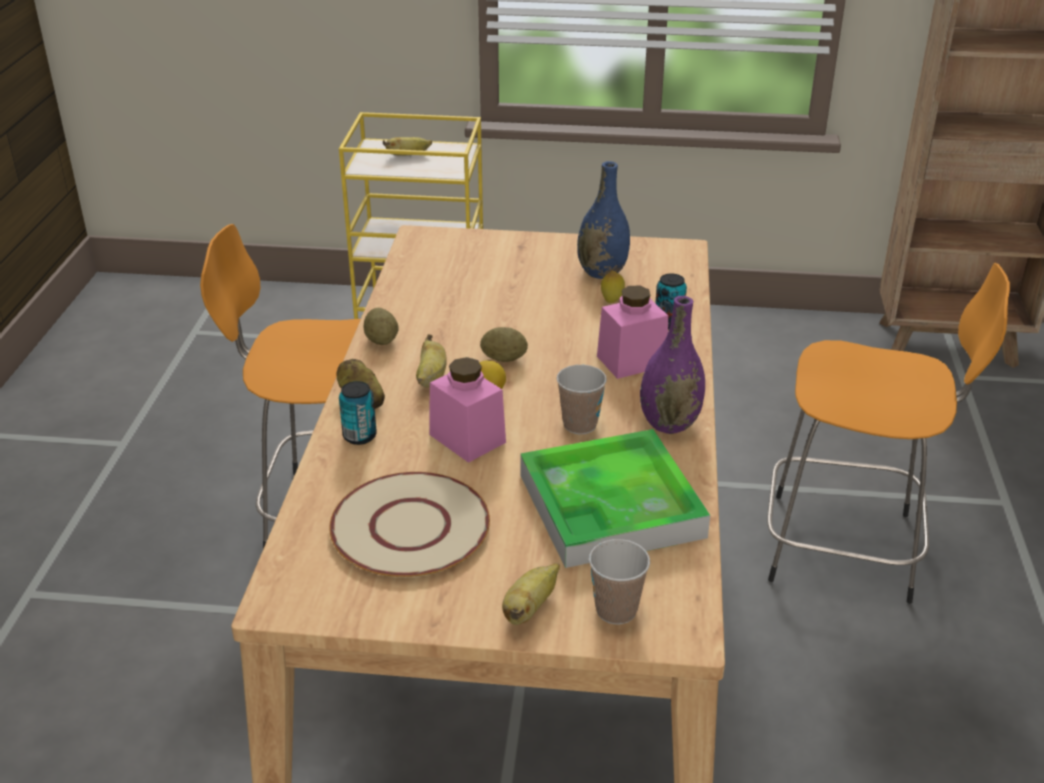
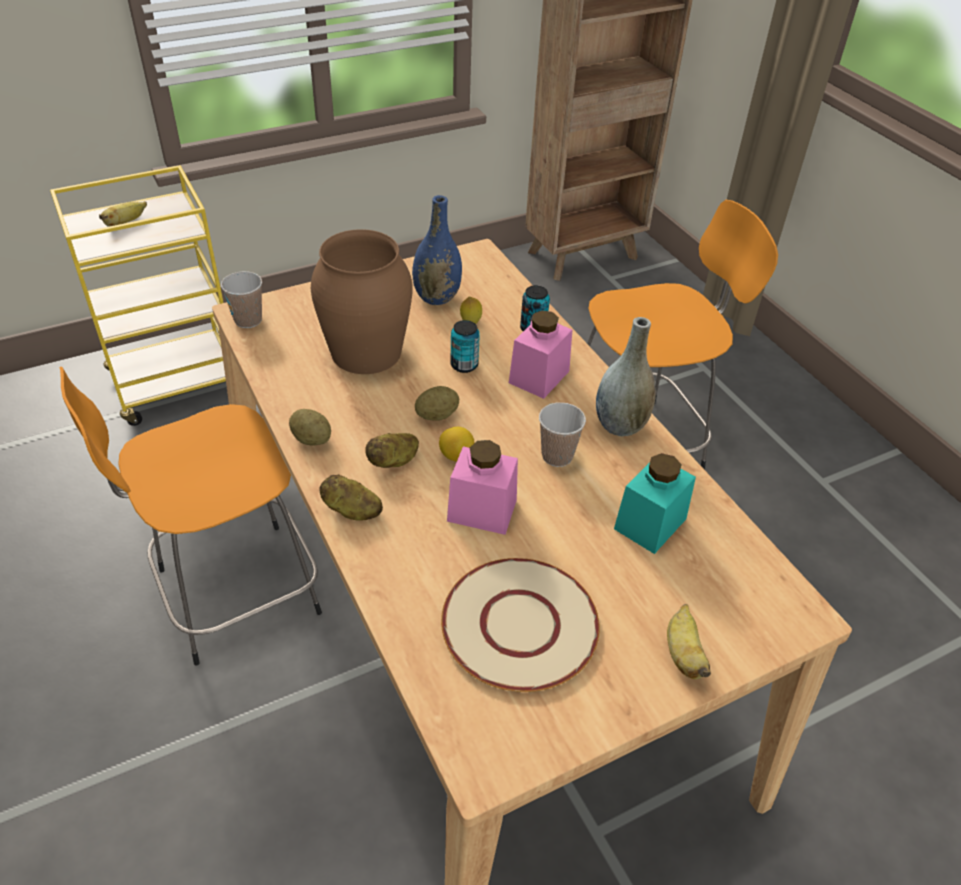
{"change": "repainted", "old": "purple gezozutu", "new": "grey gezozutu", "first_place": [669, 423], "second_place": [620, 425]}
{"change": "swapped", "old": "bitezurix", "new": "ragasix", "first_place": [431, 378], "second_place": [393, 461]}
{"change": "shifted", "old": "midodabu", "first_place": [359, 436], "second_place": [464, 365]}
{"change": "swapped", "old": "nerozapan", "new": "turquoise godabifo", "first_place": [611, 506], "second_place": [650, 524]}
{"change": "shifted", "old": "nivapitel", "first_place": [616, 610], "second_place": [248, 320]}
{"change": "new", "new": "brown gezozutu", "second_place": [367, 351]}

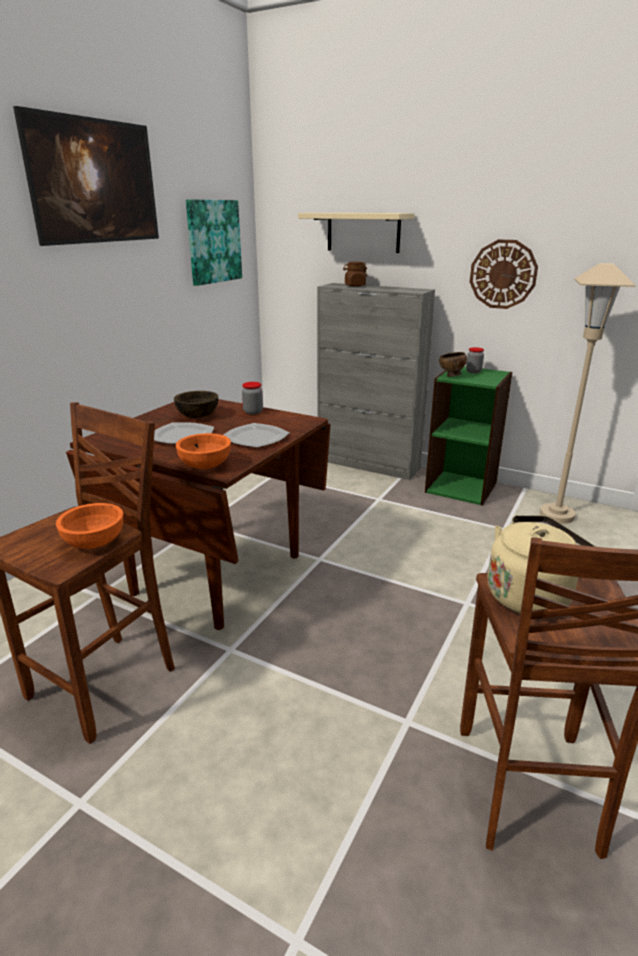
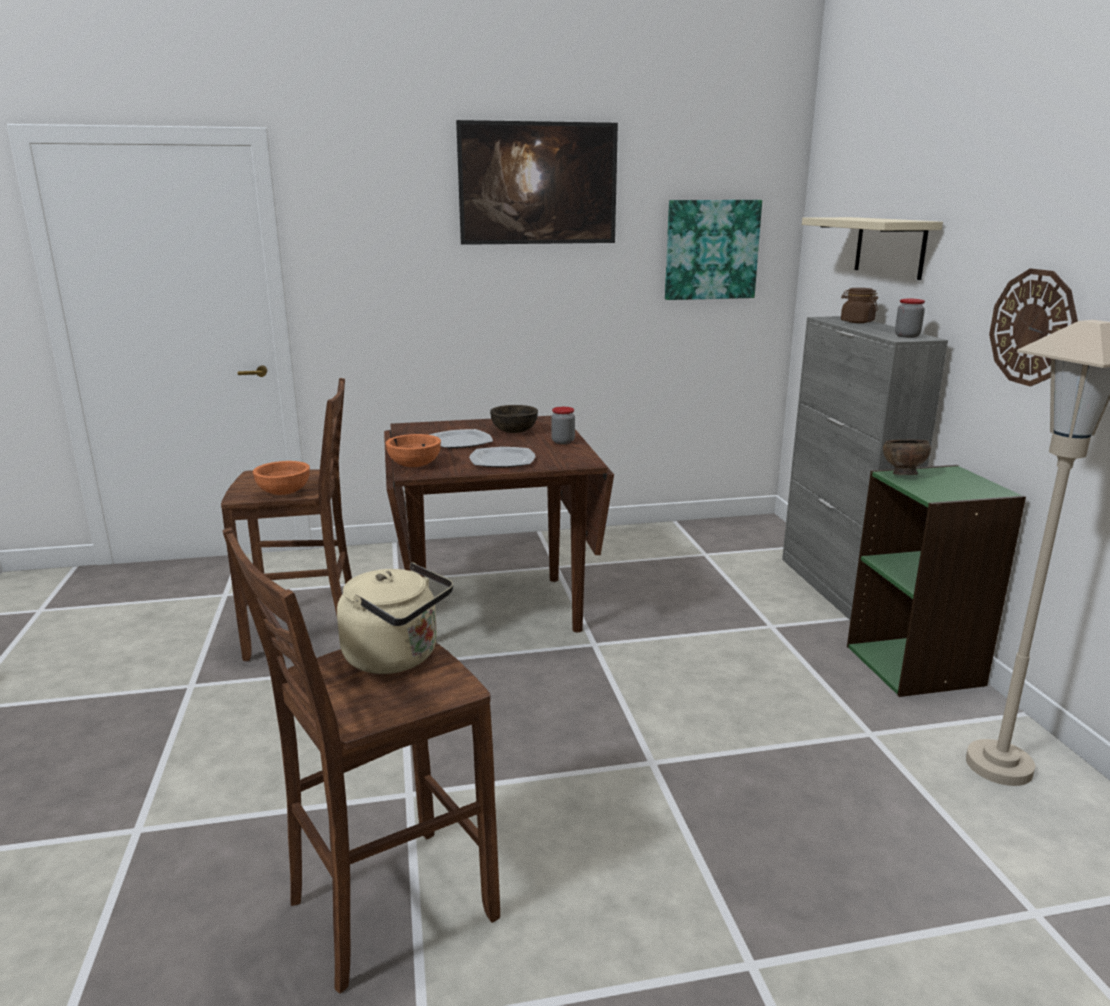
{"change": "shifted", "old": "godabifo", "first_place": [473, 371], "second_place": [907, 336]}

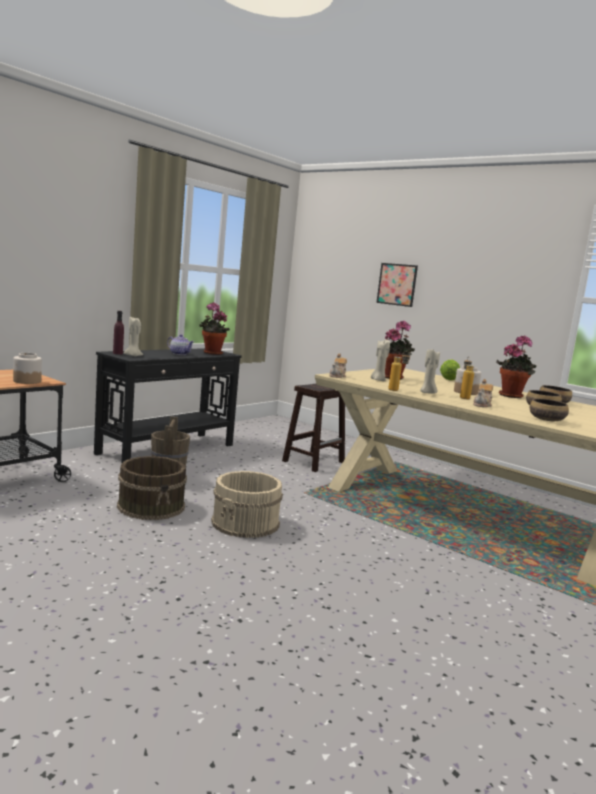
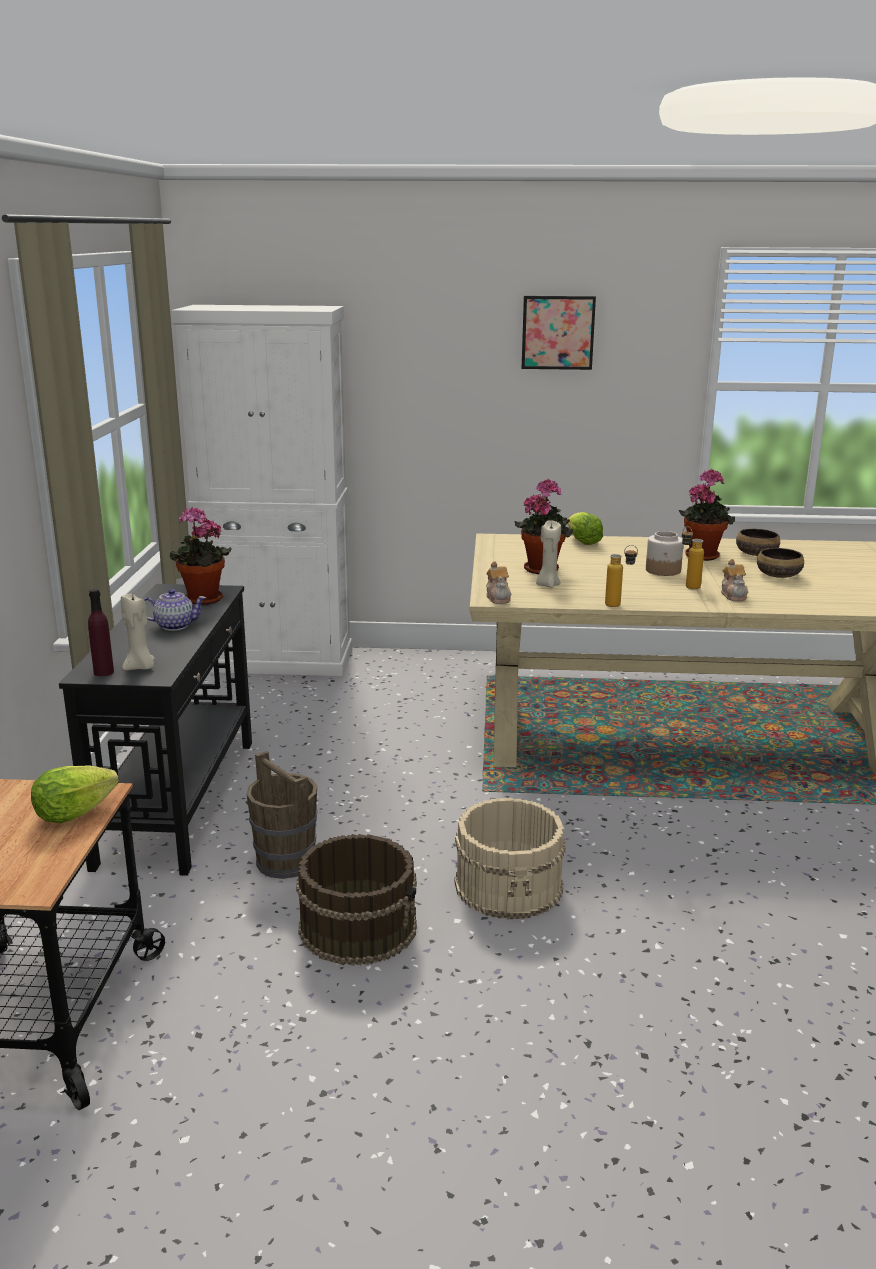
{"change": "shifted", "old": "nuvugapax", "first_place": [397, 284], "second_place": [558, 332]}
{"change": "gone", "old": "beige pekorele", "first_place": [427, 393]}
{"change": "swapped", "old": "godabifo", "new": "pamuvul", "first_place": [27, 381], "second_place": [73, 813]}
{"change": "gone", "old": "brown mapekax", "first_place": [314, 461]}
{"change": "gone", "old": "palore", "first_place": [547, 420]}
{"change": "new", "new": "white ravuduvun", "second_place": [279, 660]}

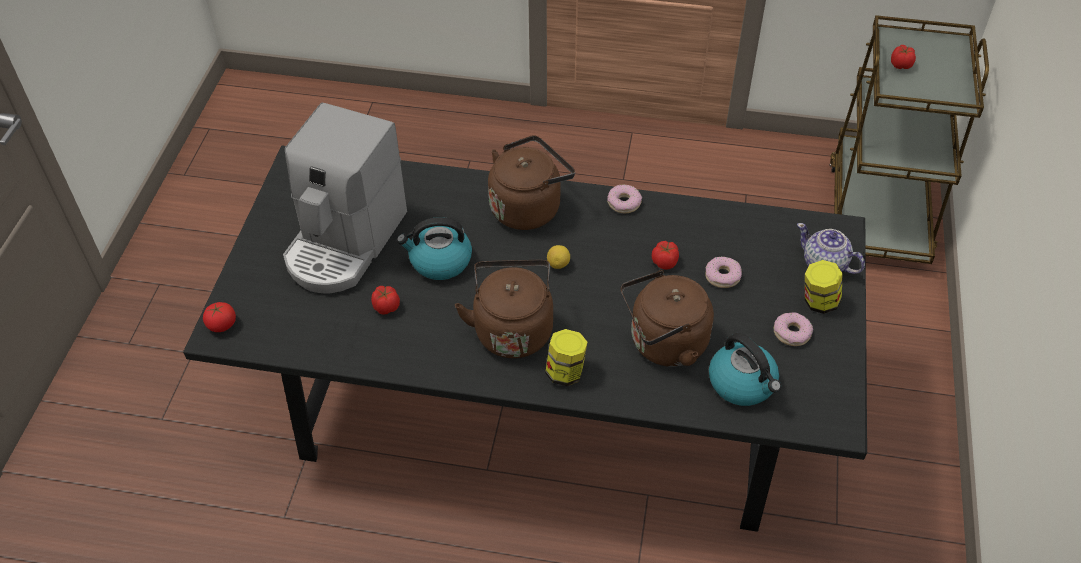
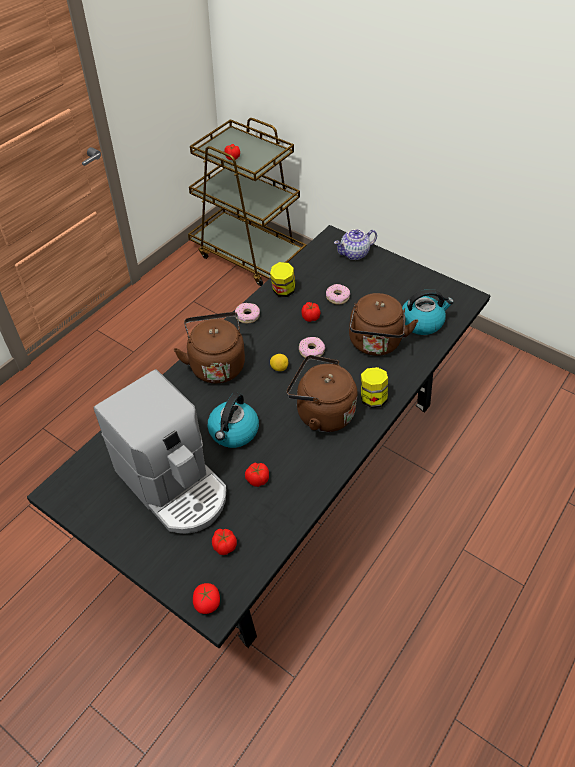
{"change": "shifted", "old": "godabifo", "first_place": [818, 302], "second_place": [283, 291]}
{"change": "shifted", "old": "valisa", "first_place": [791, 333], "second_place": [311, 351]}
{"change": "new", "new": "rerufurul", "second_place": [224, 545]}

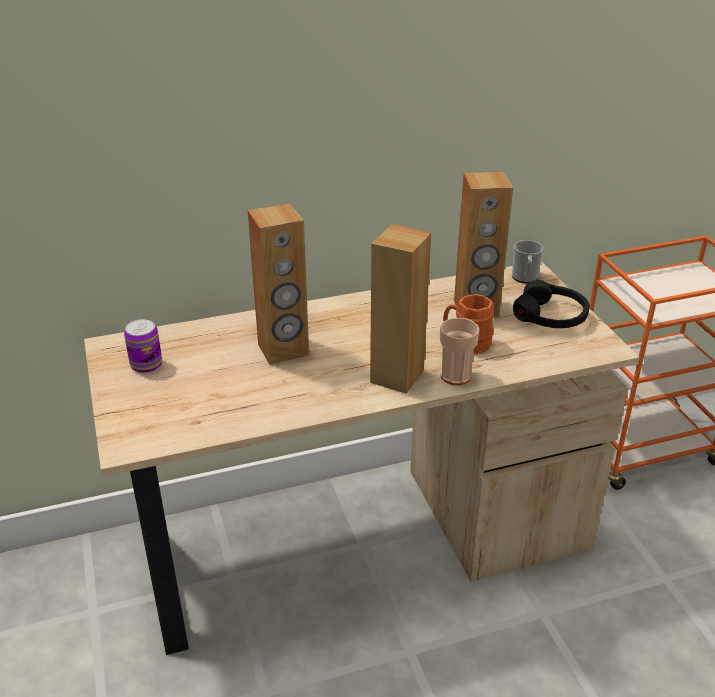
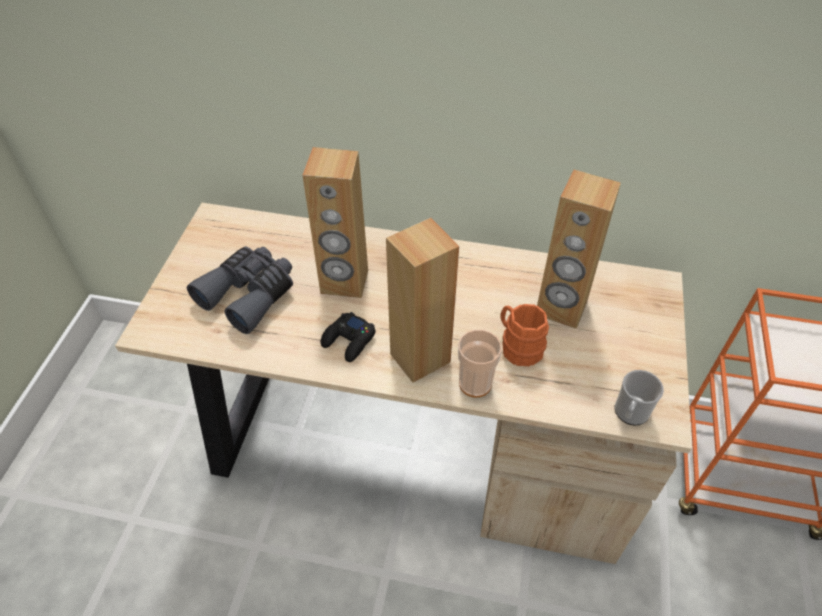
{"change": "shifted", "old": "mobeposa", "first_place": [525, 278], "second_place": [630, 414]}
{"change": "gone", "old": "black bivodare", "first_place": [551, 316]}
{"change": "gone", "old": "midodabu", "first_place": [146, 365]}
{"change": "new", "new": "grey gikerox", "second_place": [250, 294]}
{"change": "new", "new": "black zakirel", "second_place": [349, 341]}

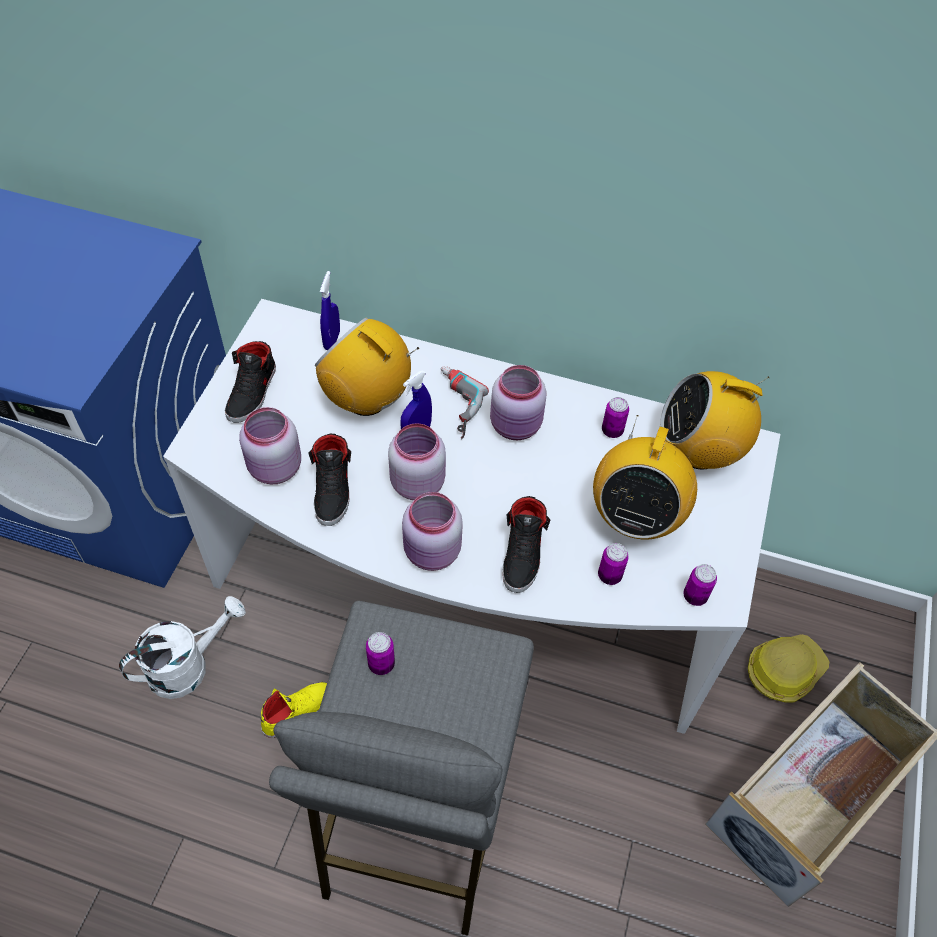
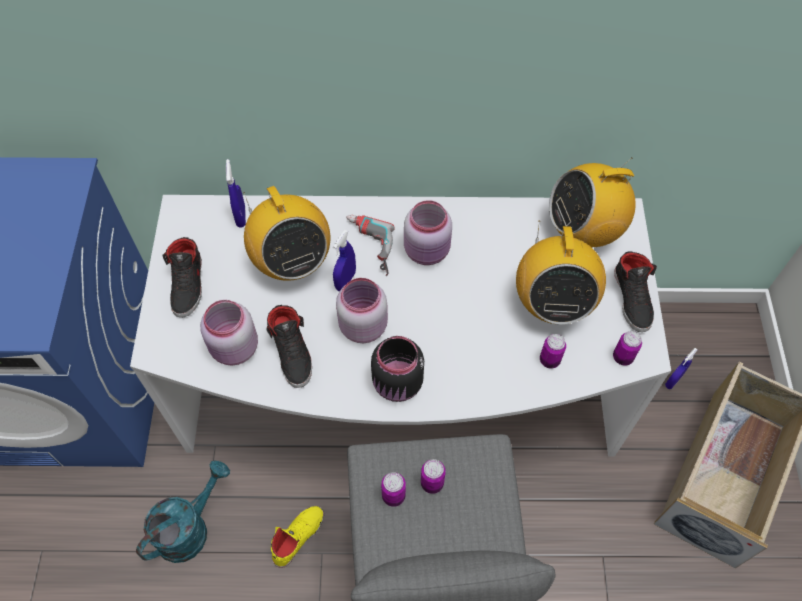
{"change": "rotated", "old": "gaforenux", "first_place": [367, 399], "second_place": [292, 262], "degrees": -135}
{"change": "shifted", "old": "midodabu", "first_place": [612, 431], "second_place": [432, 483]}
{"change": "repainted", "old": "pink godabifo", "new": "black godabifo", "first_place": [432, 553], "second_place": [398, 384]}
{"change": "shifted", "old": "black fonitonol", "first_place": [523, 553], "second_place": [632, 298]}
{"change": "repainted", "old": "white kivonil", "new": "turquoise kivonil", "first_place": [188, 665], "second_place": [190, 528]}
{"change": "swapped", "old": "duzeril", "new": "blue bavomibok", "first_place": [783, 670], "second_place": [673, 381]}

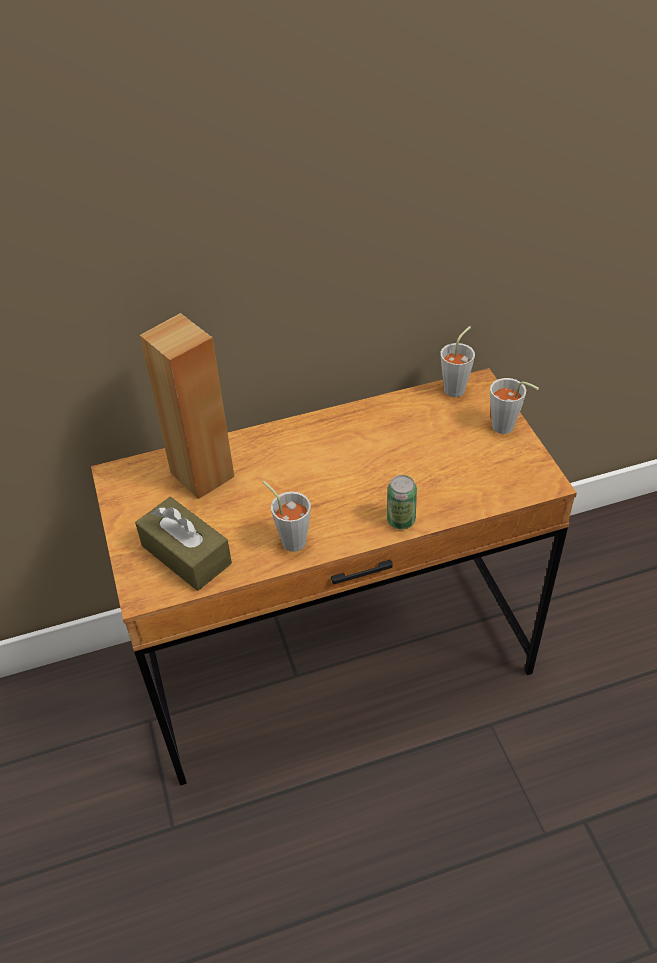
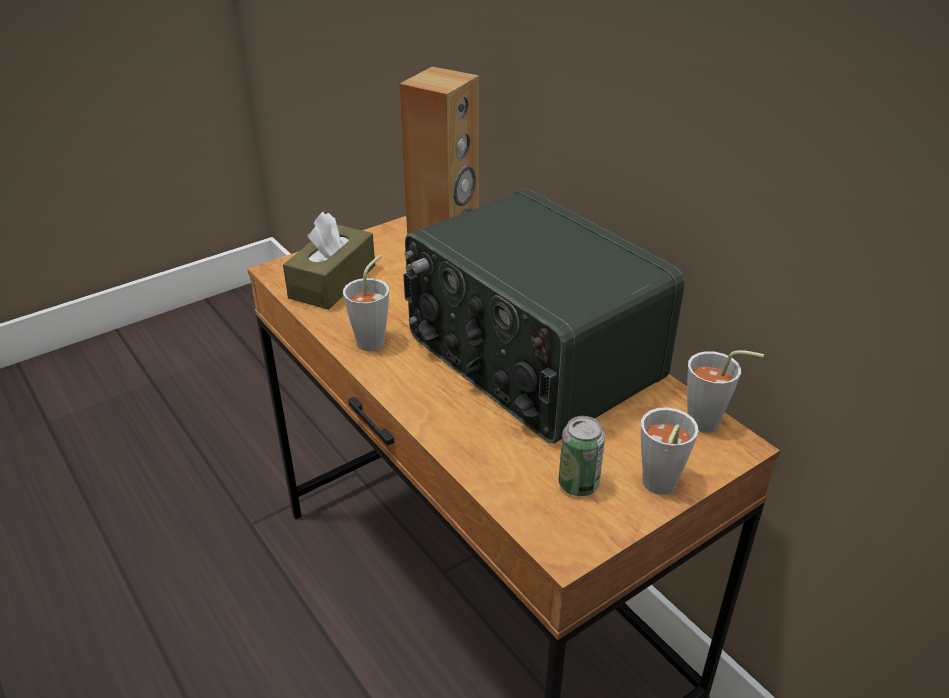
{"change": "shifted", "old": "midodabu", "first_place": [401, 520], "second_place": [578, 484]}
{"change": "new", "new": "gaforenux", "second_place": [531, 359]}

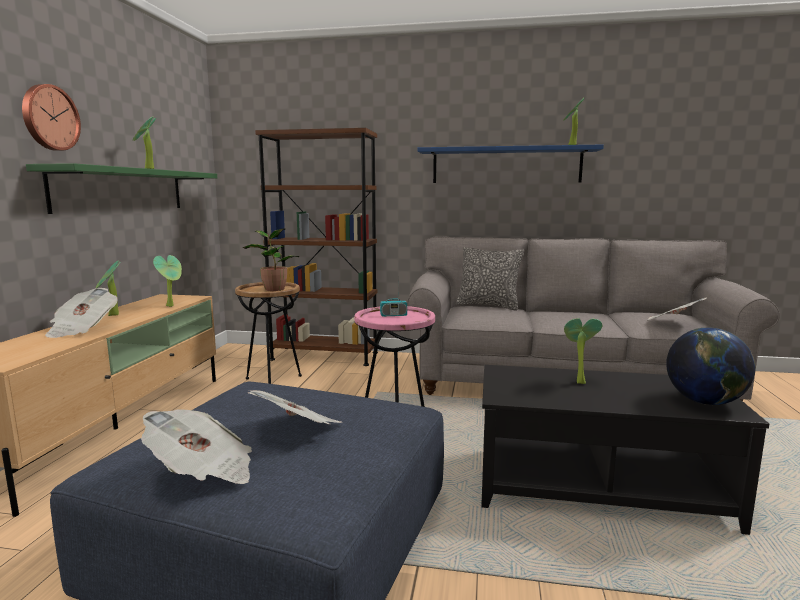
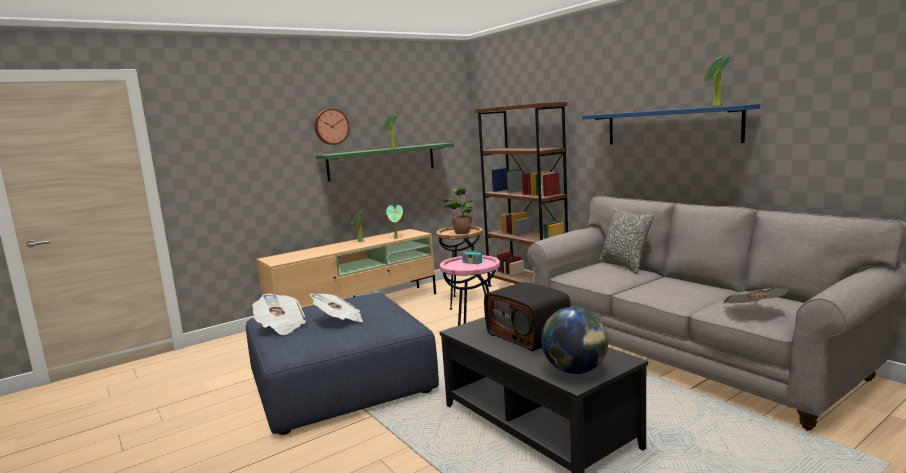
{"change": "gone", "old": "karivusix", "first_place": [82, 329]}
{"change": "swapped", "old": "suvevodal", "new": "gaforenux", "first_place": [578, 382], "second_place": [529, 335]}

